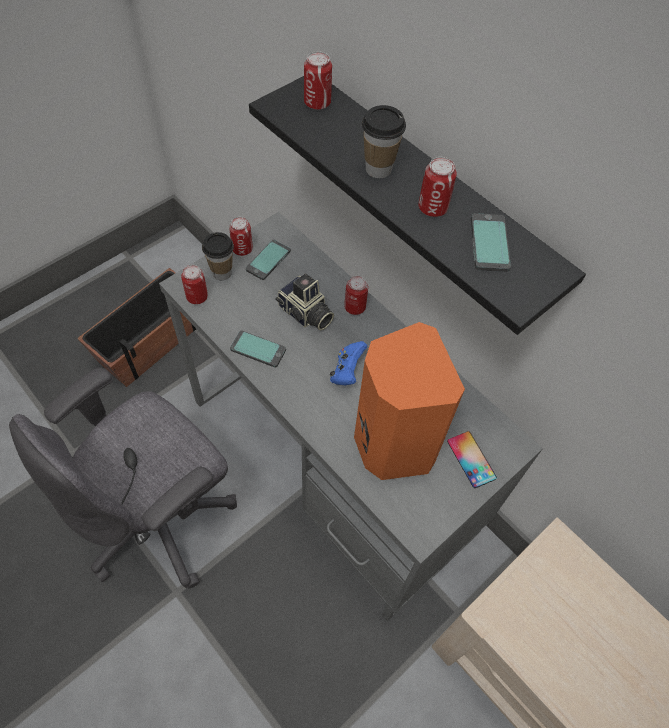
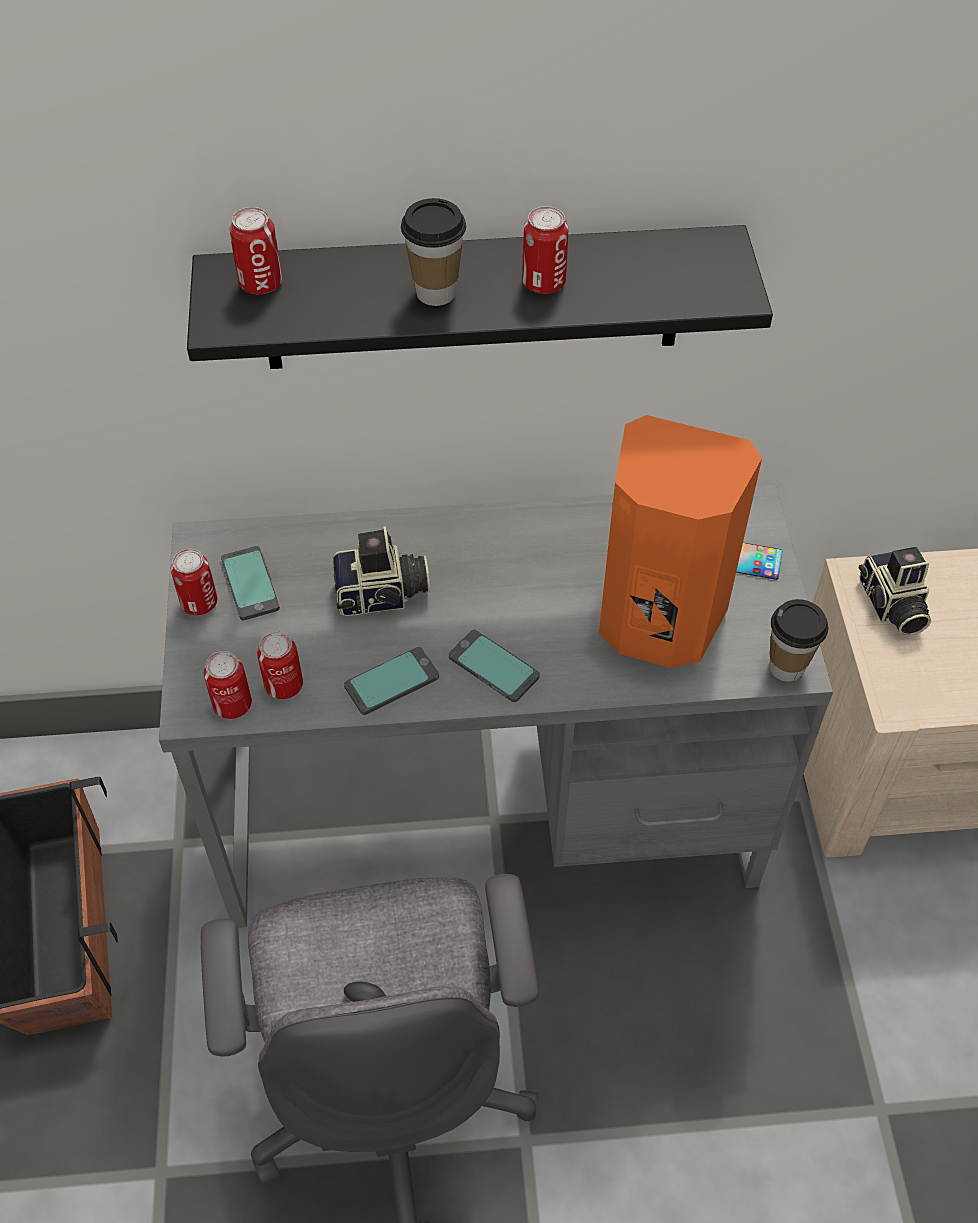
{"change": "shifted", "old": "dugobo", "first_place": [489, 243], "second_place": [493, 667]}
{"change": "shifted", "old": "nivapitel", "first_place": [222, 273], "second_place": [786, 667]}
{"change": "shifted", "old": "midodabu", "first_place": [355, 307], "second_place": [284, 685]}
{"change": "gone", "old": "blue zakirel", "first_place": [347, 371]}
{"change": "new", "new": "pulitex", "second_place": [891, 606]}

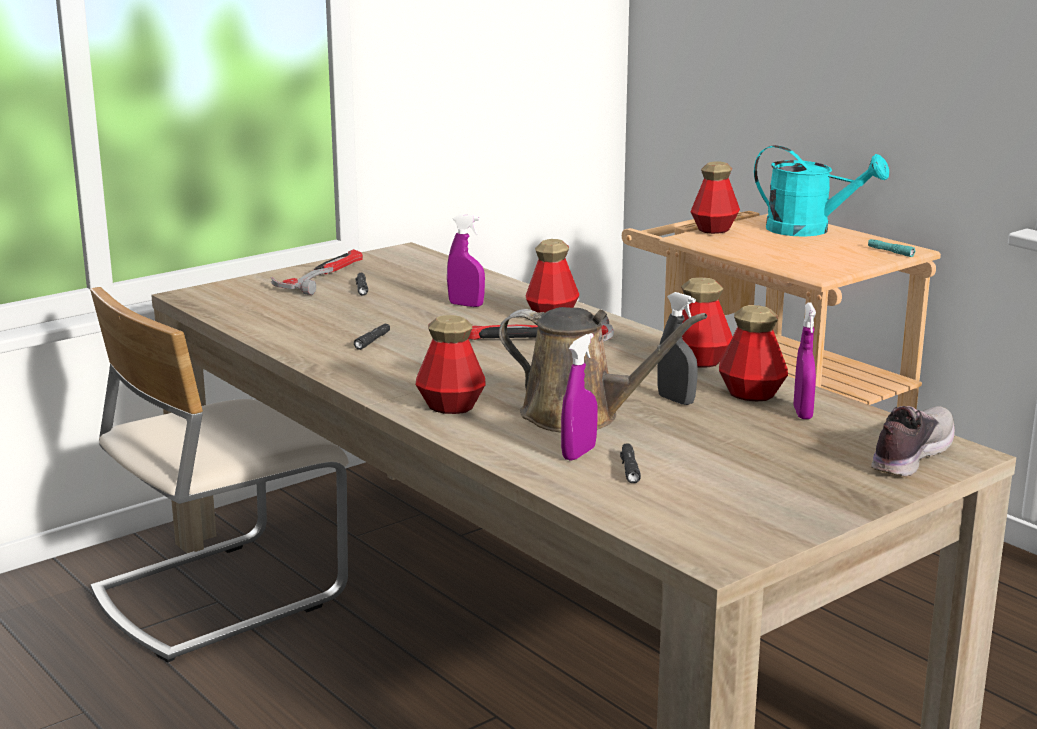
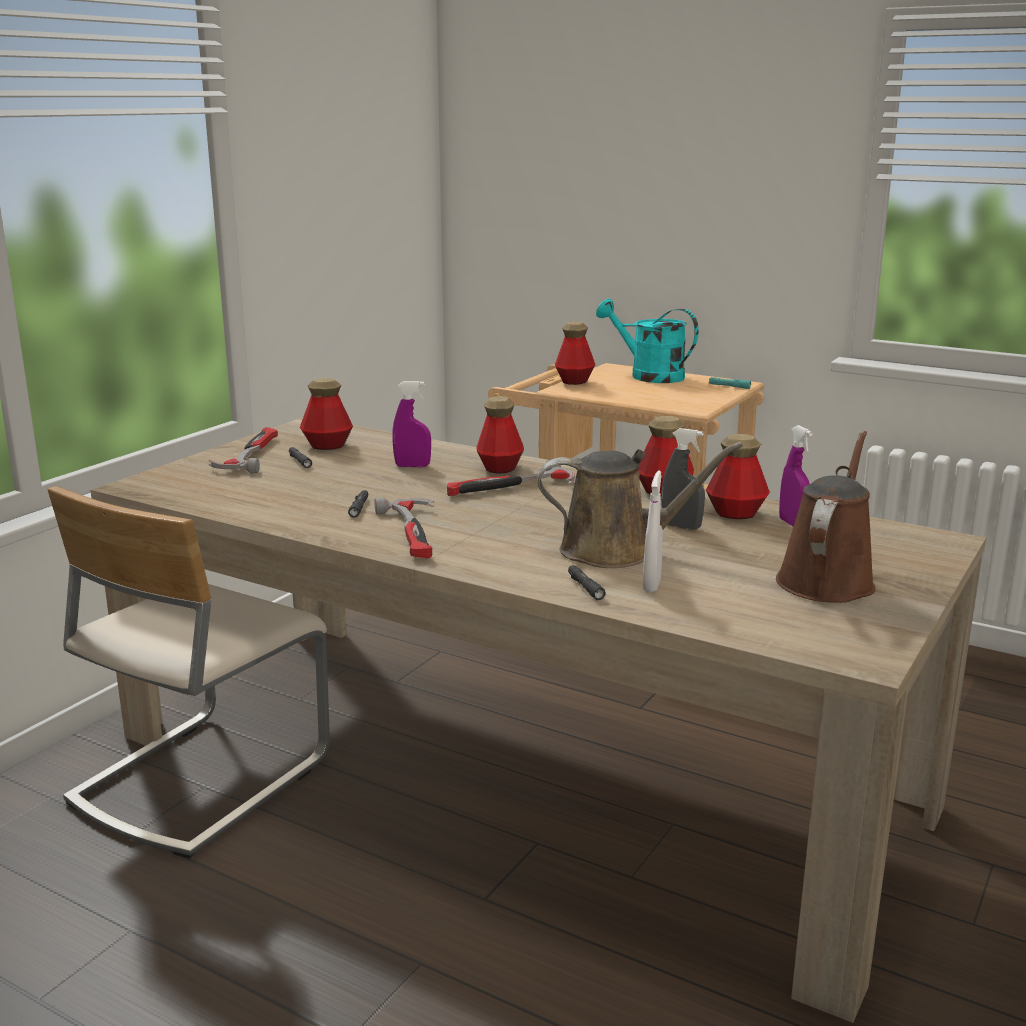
{"change": "rotated", "old": "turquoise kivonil", "first_place": [809, 230], "second_place": [648, 375], "degrees": -150}
{"change": "shifted", "old": "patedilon", "first_place": [451, 406], "second_place": [327, 445]}
{"change": "repainted", "old": "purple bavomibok", "new": "white bavomibok", "first_place": [578, 453], "second_place": [651, 585]}
{"change": "gone", "old": "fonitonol", "first_place": [909, 455]}
{"change": "shifted", "old": "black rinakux", "first_place": [629, 468], "second_place": [585, 587]}
{"change": "new", "new": "brown kivonil", "second_place": [827, 579]}
{"change": "new", "new": "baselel", "second_place": [414, 533]}

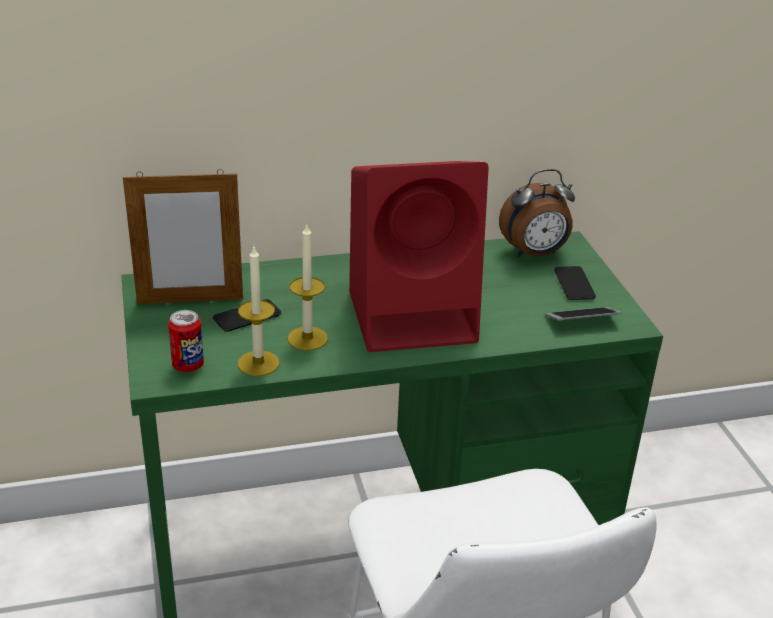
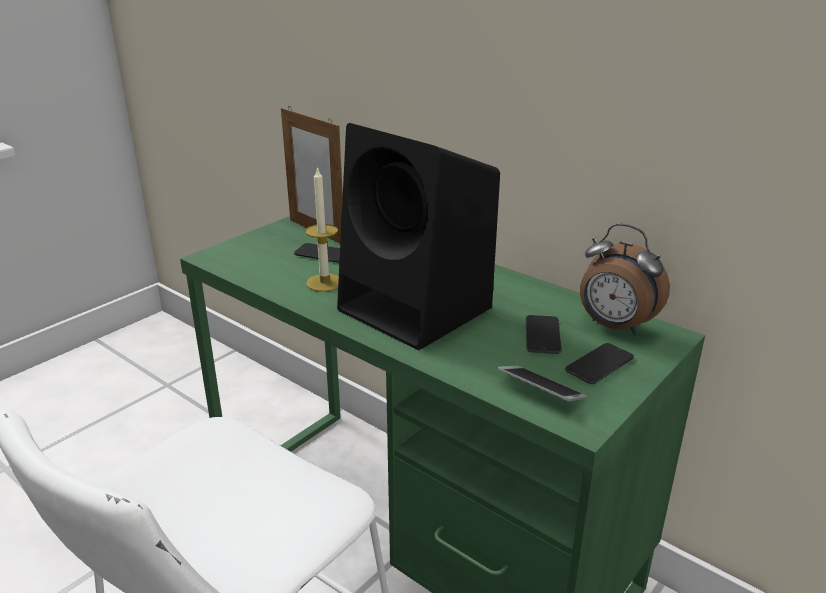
{"change": "repainted", "old": "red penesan", "new": "black penesan", "first_place": [415, 315], "second_place": [419, 310]}
{"change": "gone", "old": "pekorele", "first_place": [258, 363]}
{"change": "gone", "old": "midodabu", "first_place": [188, 366]}
{"change": "new", "new": "dugobo", "second_place": [542, 335]}

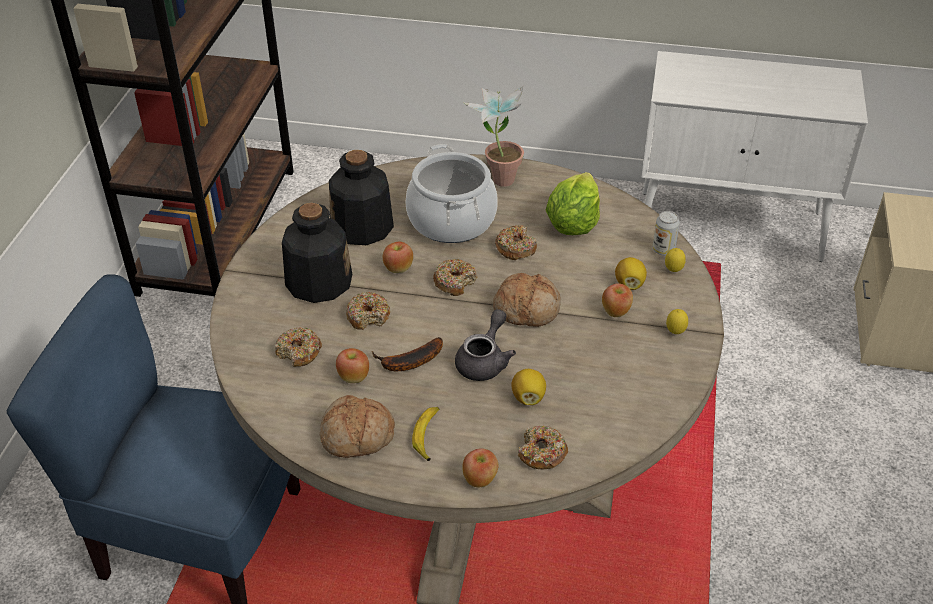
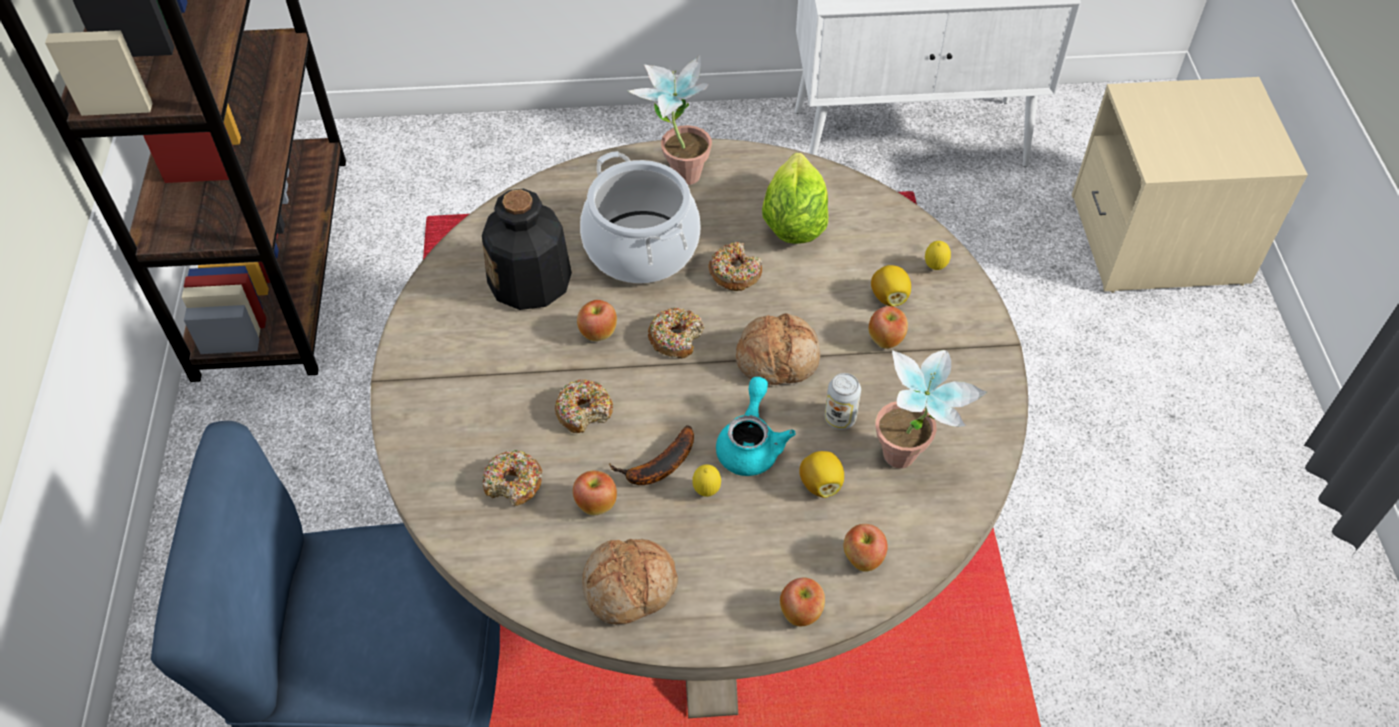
{"change": "gone", "old": "patedilon", "first_place": [318, 282]}
{"change": "shifted", "old": "midodabu", "first_place": [663, 250], "second_place": [840, 418]}
{"change": "repainted", "old": "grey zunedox", "new": "turquoise zunedox", "first_place": [485, 361], "second_place": [751, 444]}
{"change": "shifted", "old": "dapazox", "first_place": [675, 333], "second_place": [706, 491]}
{"change": "gone", "old": "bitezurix", "first_place": [428, 436]}
{"change": "swapped", "old": "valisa", "new": "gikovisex", "first_place": [541, 453], "second_place": [862, 559]}
{"change": "new", "new": "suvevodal", "second_place": [910, 462]}

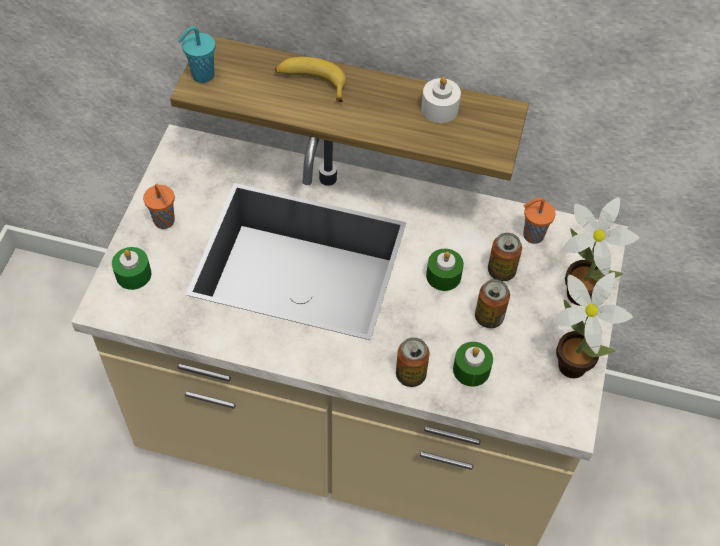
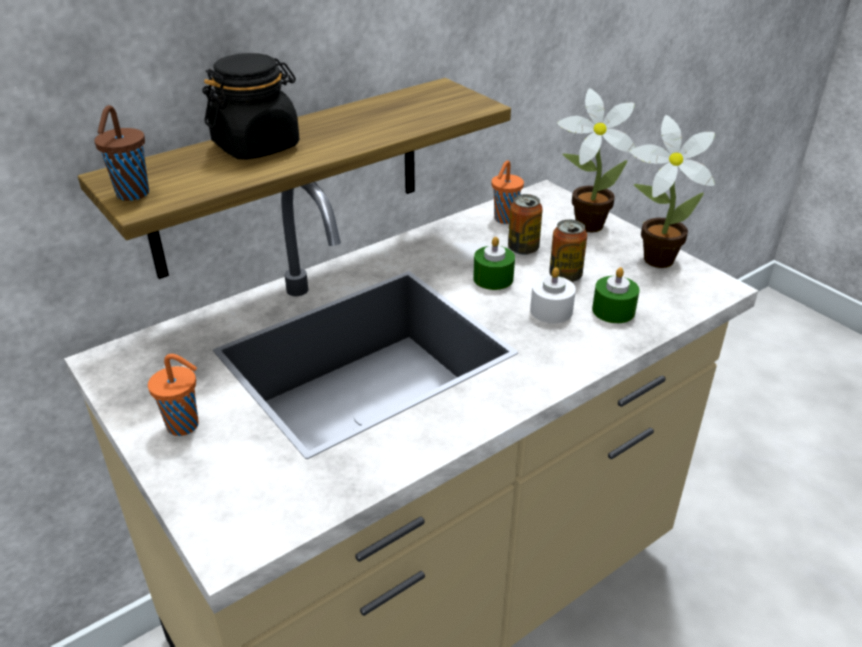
{"change": "repainted", "old": "turquoise nivapitel", "new": "brown nivapitel", "first_place": [201, 75], "second_place": [131, 195]}
{"change": "swapped", "old": "bitezurix", "new": "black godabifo", "first_place": [311, 82], "second_place": [257, 146]}
{"change": "shifted", "old": "white pekorele", "first_place": [439, 109], "second_place": [551, 310]}
{"change": "gone", "old": "green pekorele", "first_place": [133, 274]}
{"change": "gone", "old": "midodabu", "first_place": [410, 375]}

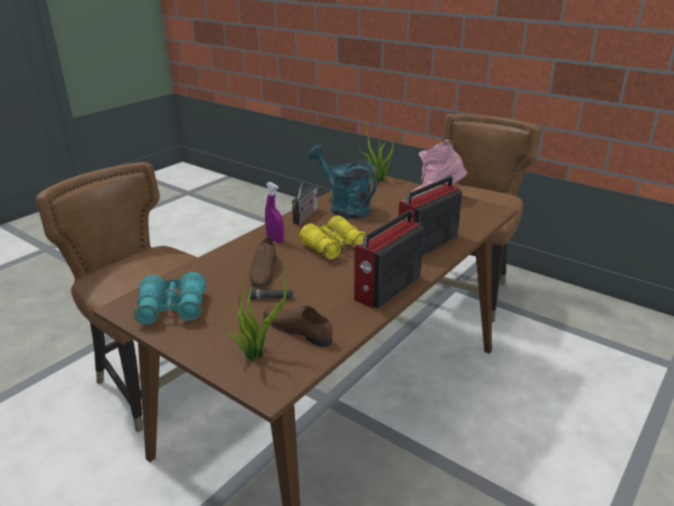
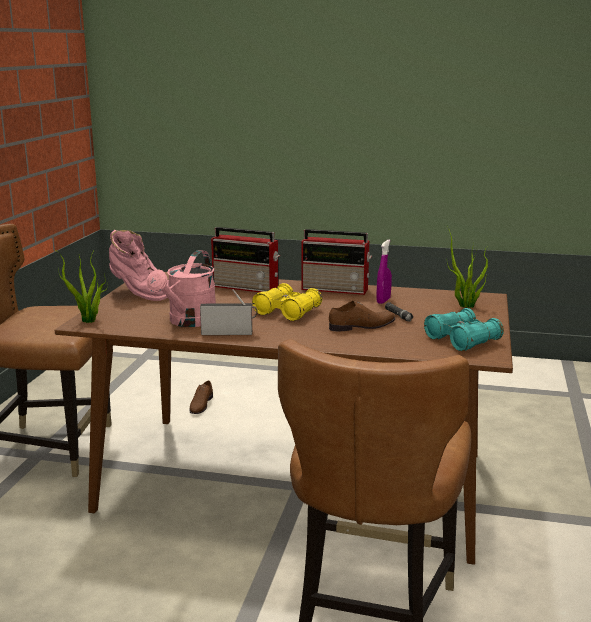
{"change": "repainted", "old": "turquoise kivonil", "new": "pink kivonil", "first_place": [344, 207], "second_place": [188, 322]}
{"change": "shifted", "old": "purple bavomibok", "first_place": [275, 239], "second_place": [383, 301]}
{"change": "shifted", "old": "brown fonitonol", "first_place": [298, 329], "second_place": [201, 404]}

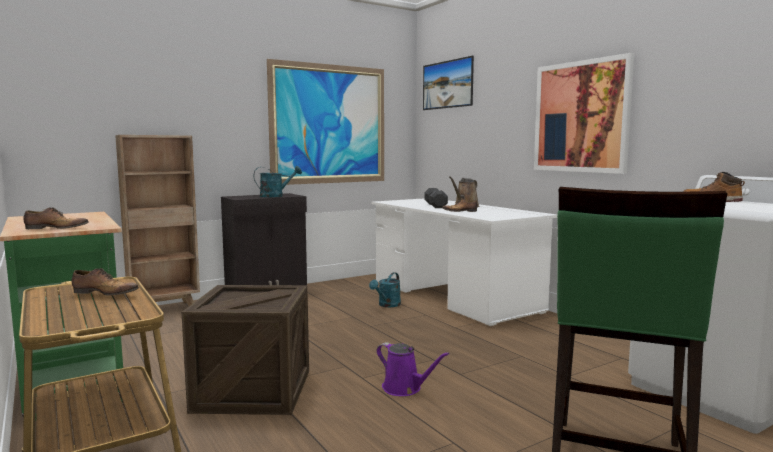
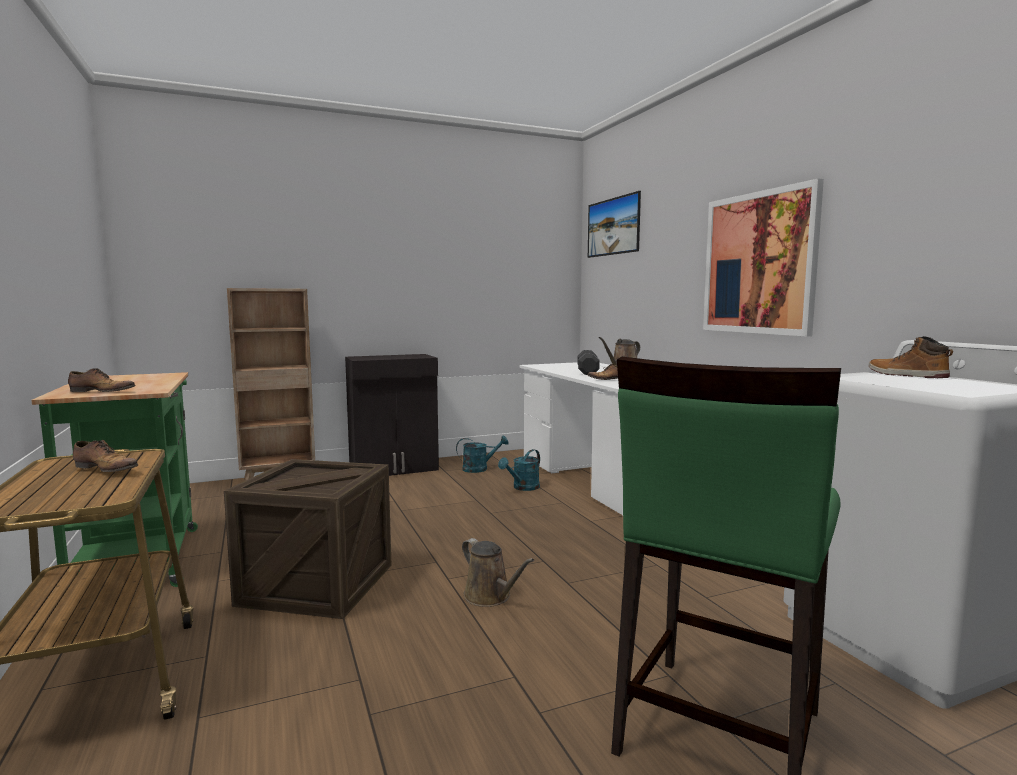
{"change": "gone", "old": "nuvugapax", "first_place": [329, 124]}
{"change": "shifted", "old": "turquoise kivonil", "first_place": [276, 196], "second_place": [479, 469]}
{"change": "repainted", "old": "purple kivonil", "new": "brown kivonil", "first_place": [404, 388], "second_place": [490, 597]}

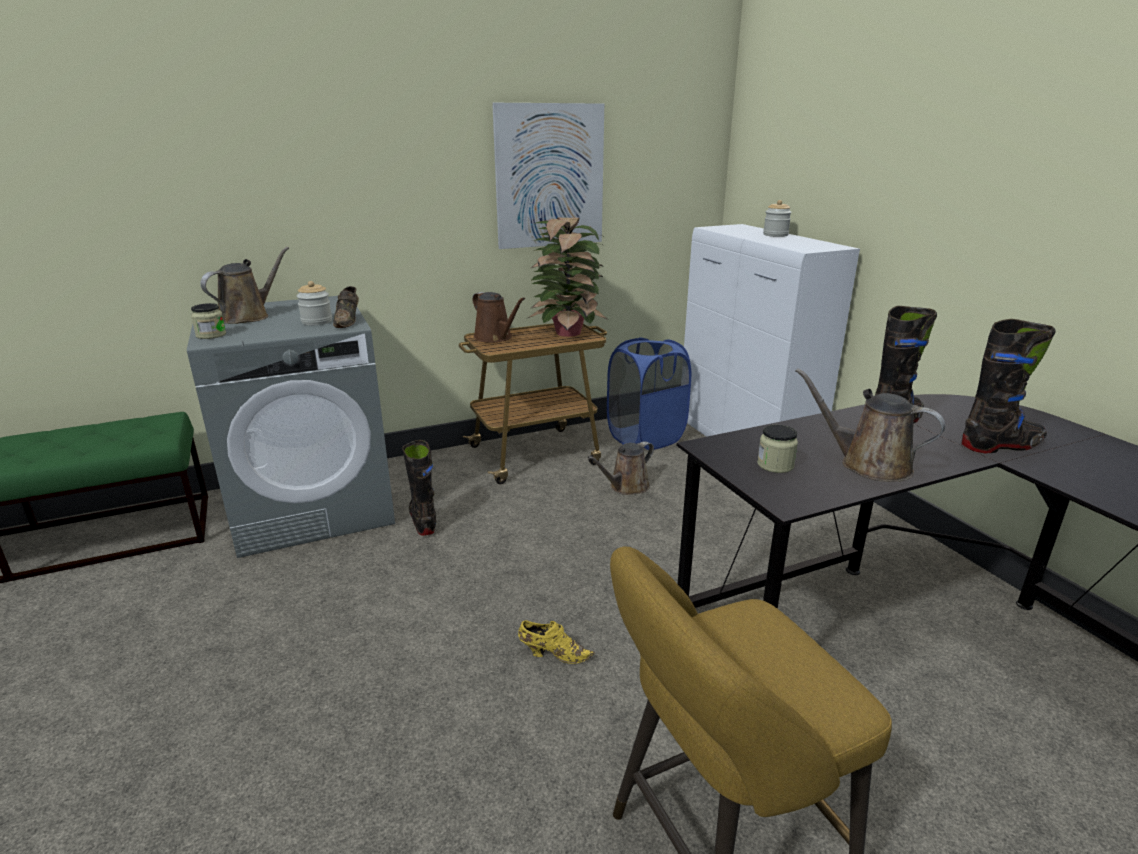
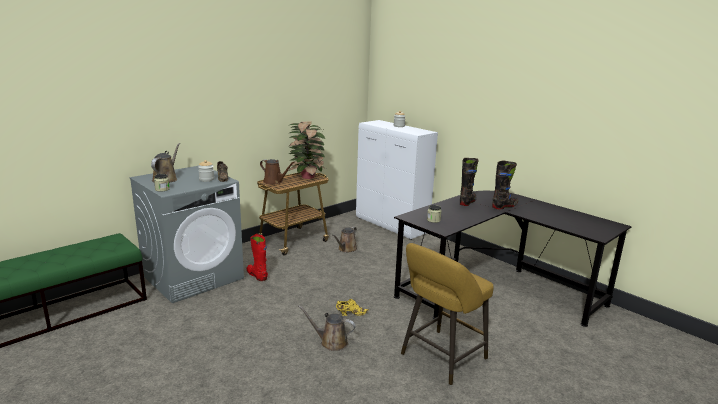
{"change": "gone", "old": "nuvugapax", "first_place": [550, 176]}
{"change": "gone", "old": "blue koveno", "first_place": [645, 437]}
{"change": "shifted", "old": "brown kivonil", "first_place": [868, 464], "second_place": [331, 342]}
{"change": "repainted", "old": "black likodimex", "new": "red likodimex", "first_place": [423, 521], "second_place": [257, 275]}

